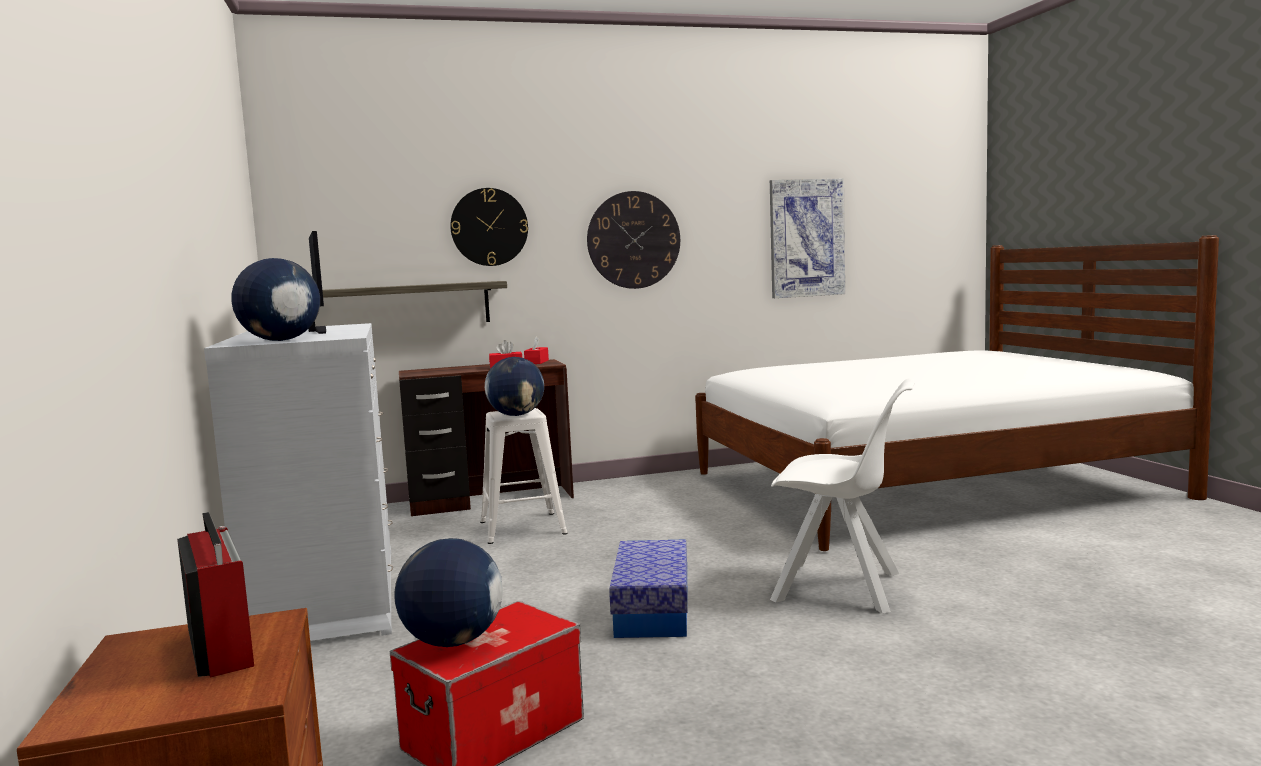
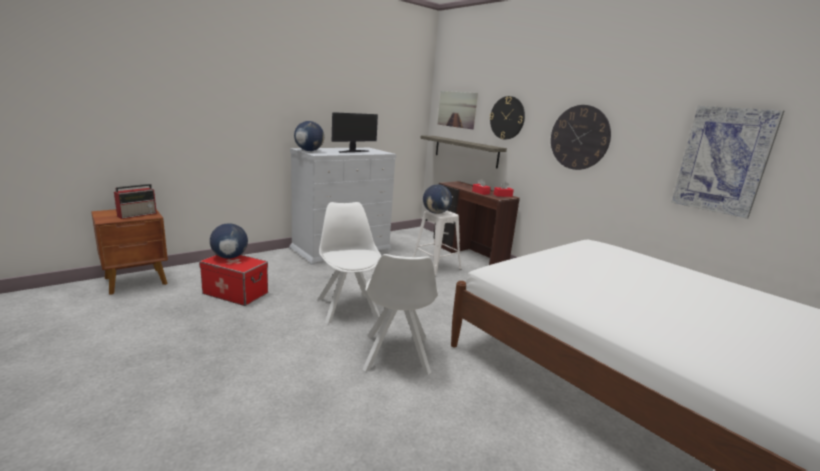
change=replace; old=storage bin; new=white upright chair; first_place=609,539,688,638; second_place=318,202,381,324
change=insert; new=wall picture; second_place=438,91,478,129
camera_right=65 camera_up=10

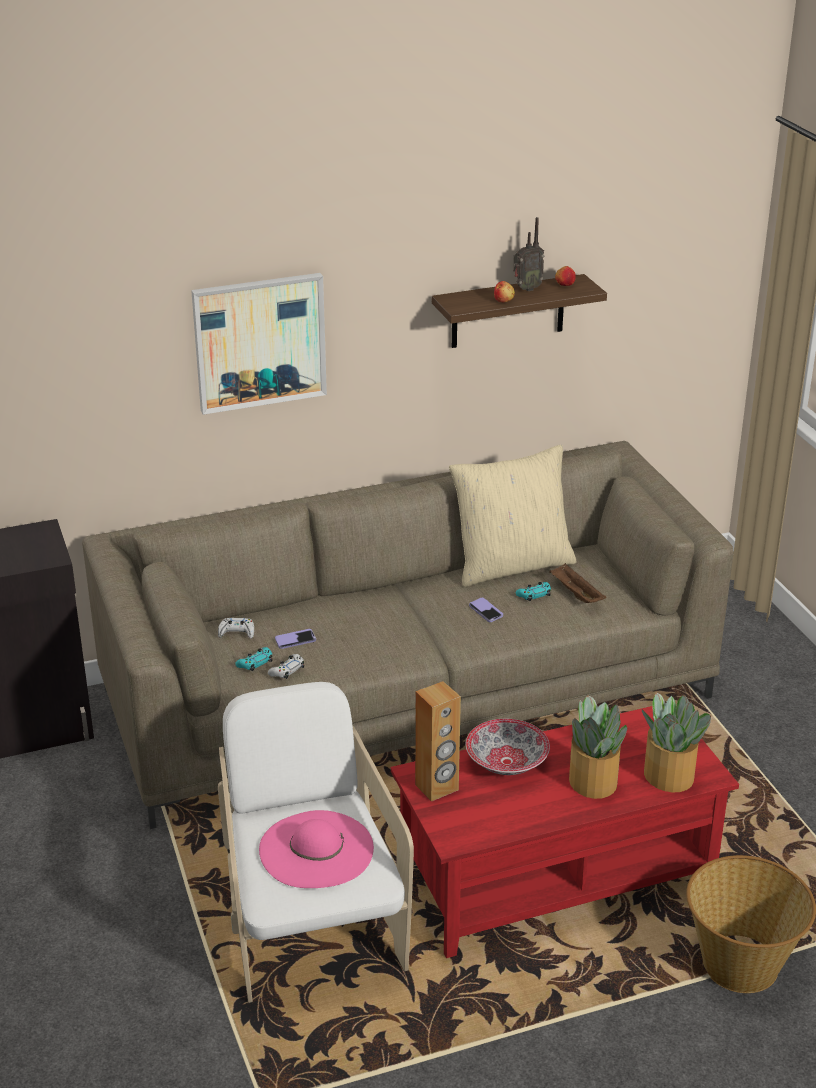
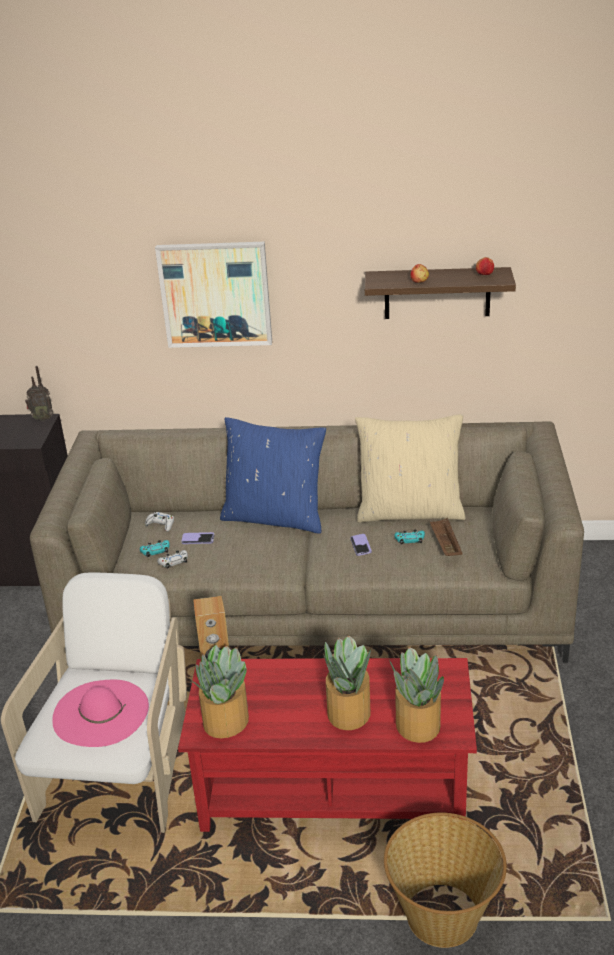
change=move; old=radio set; first_place=513,217,544,291; second_place=25,366,53,421
change=delete; old=deep dish; first_place=466,719,550,775
change=insert; new=blue-coloured cushion; second_place=220,417,326,534
change=insert; new=plant in a pot; second_place=191,645,249,738
camera_right=25 camera_up=0

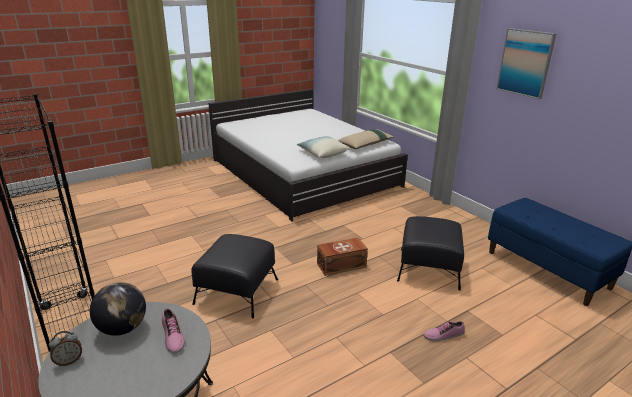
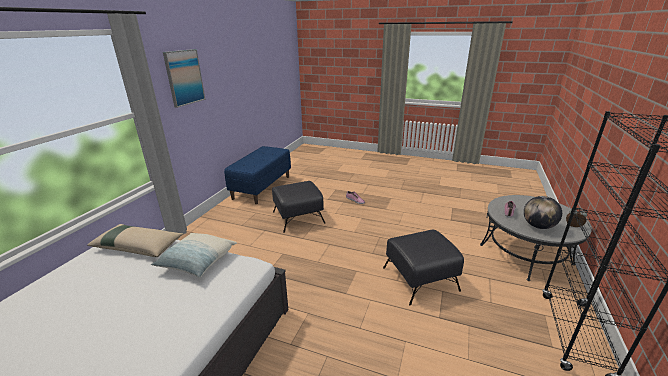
change=delete; old=brown storage bin; first_place=317,238,368,276
camera_right=-125 camera_up=0

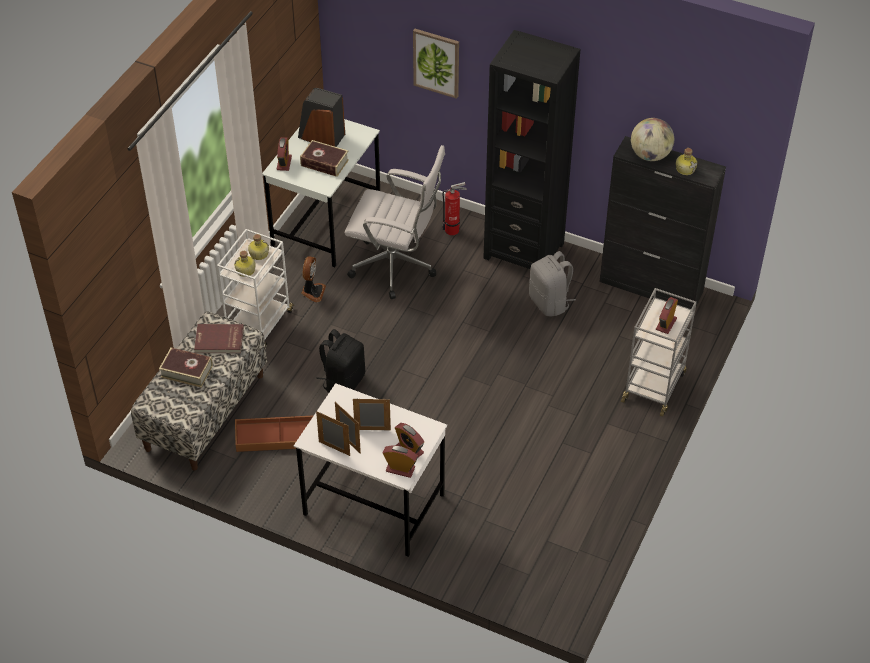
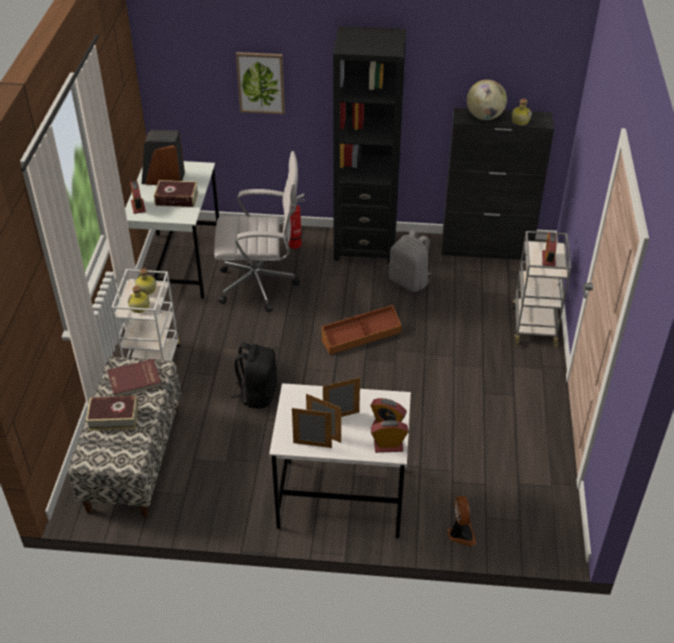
change=move; old=cooling fan; first_place=301,256,326,302; second_place=447,496,476,546
change=move; old=brown storage bin; first_place=235,415,314,452; second_place=321,305,402,355
camera_right=-20 camera_up=-5

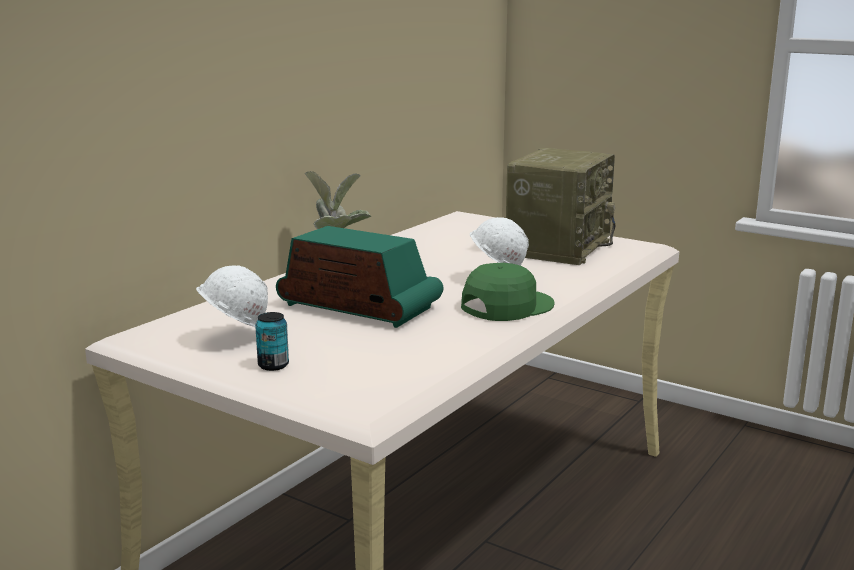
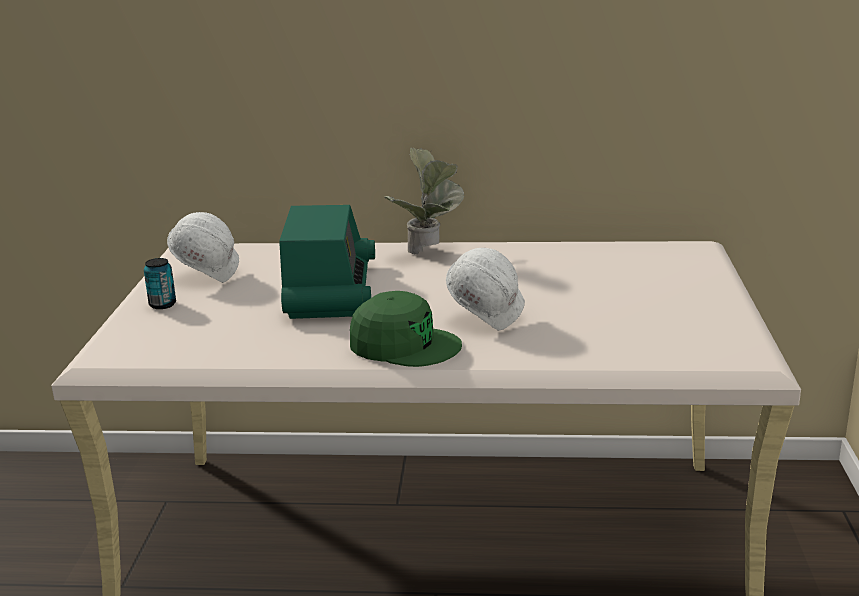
change=delete; old=radio set; first_place=506,148,615,265
camera_right=60 camera_up=5

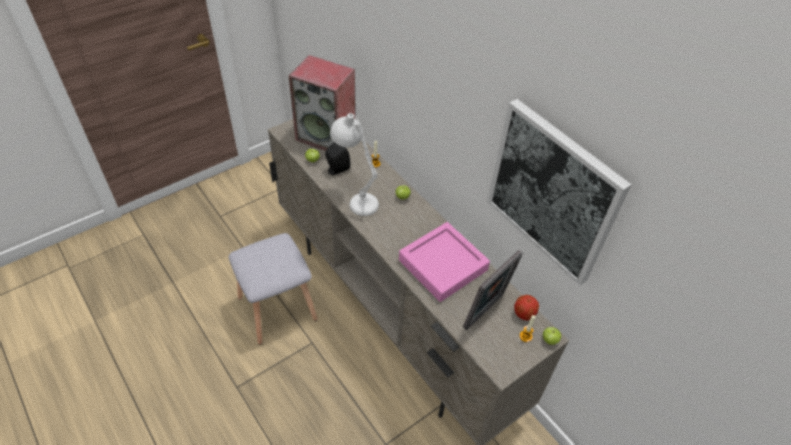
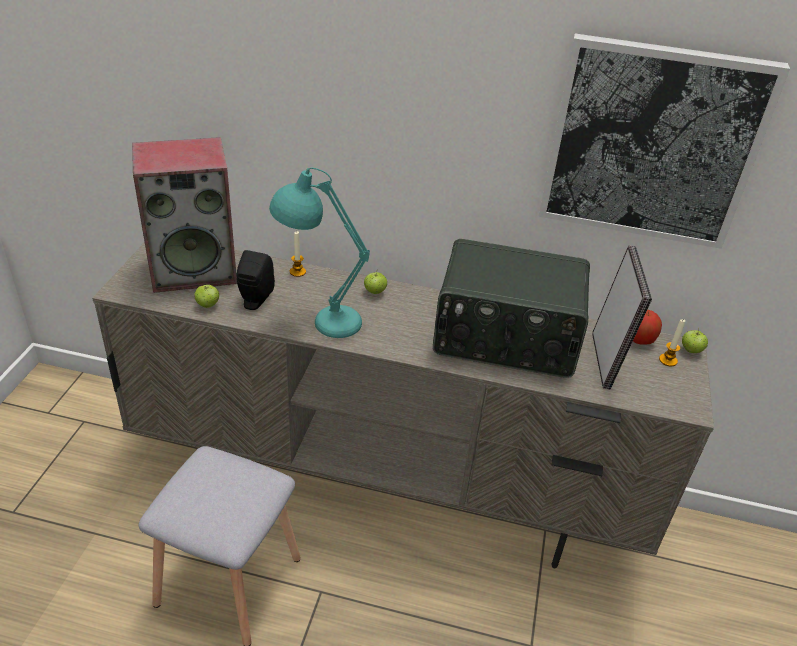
change=recolor; old=white tabletop lamp; new=turquoise tabletop lamp; first_place=330,113,379,216; second_place=269,168,370,338
change=replace; old=pinkish carrying tray; new=radio set; first_place=399,222,490,302; second_place=433,239,590,378
camera_right=-40 camera_up=-10

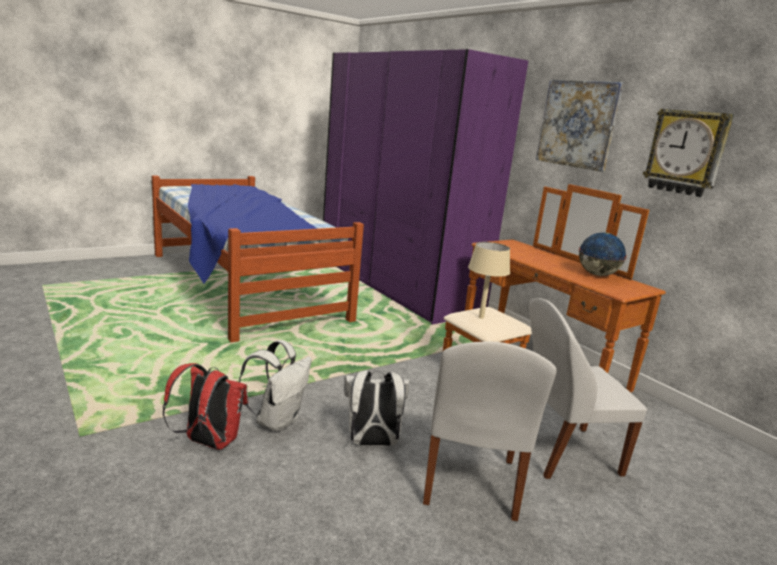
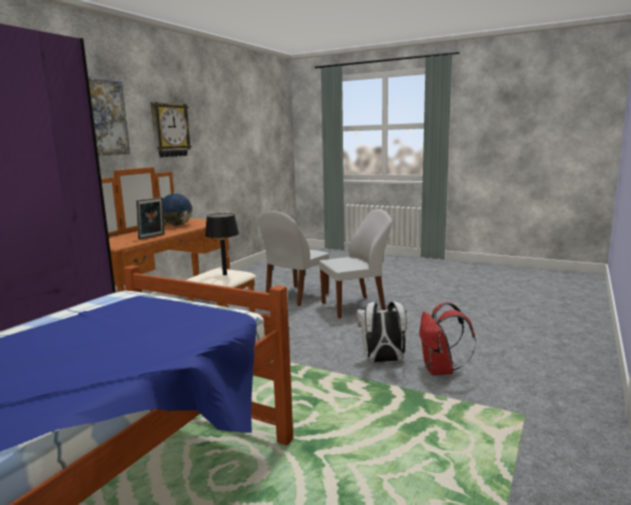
change=recolor; old=sand-coloured tabletop lamp; new=black tabletop lamp; first_place=468,242,510,319; second_place=205,213,239,275
change=rotate; old=white upright chair; first_place=529,298,647,479; second_place=257,211,329,306; degrees=75
change=delete; old=white knapsack; first_place=344,370,410,446
change=insert; new=photo frame; second_place=136,197,164,239
camera_right=-115 camera_up=-5

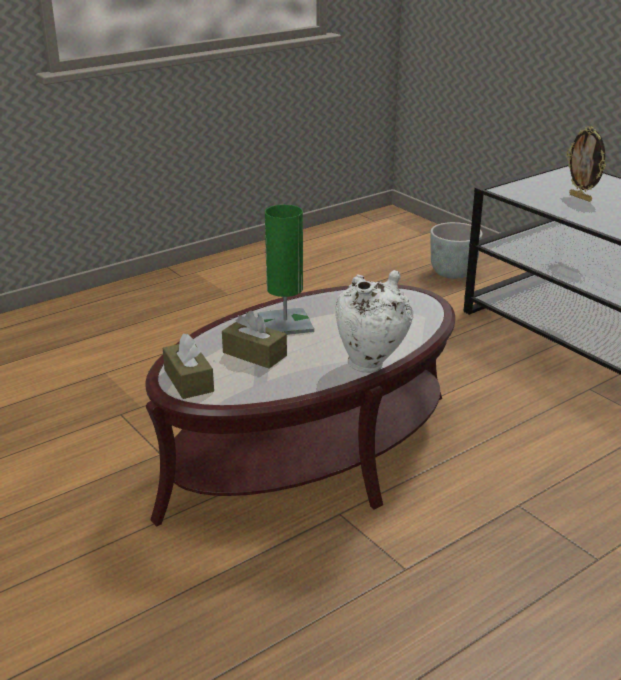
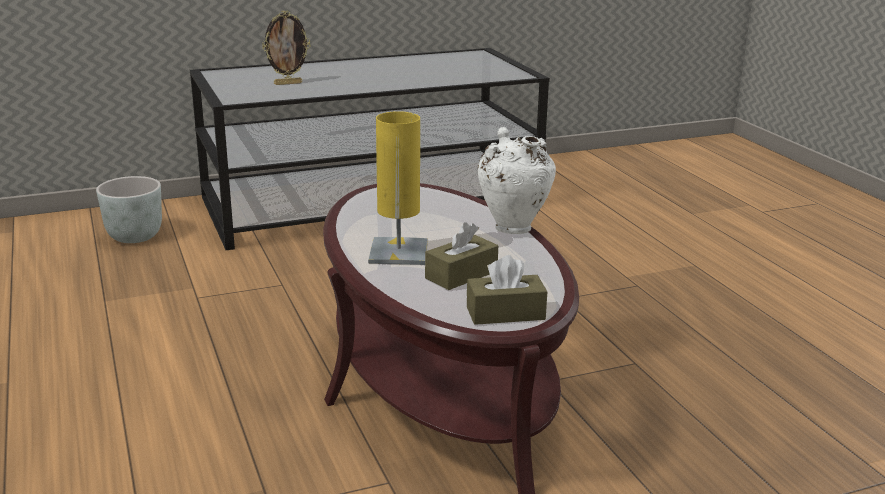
change=recolor; old=green-coloured tabletop lamp; new=yellow tabletop lamp; first_place=258,205,314,335; second_place=368,111,428,265
camera_right=-75 camera_up=-5

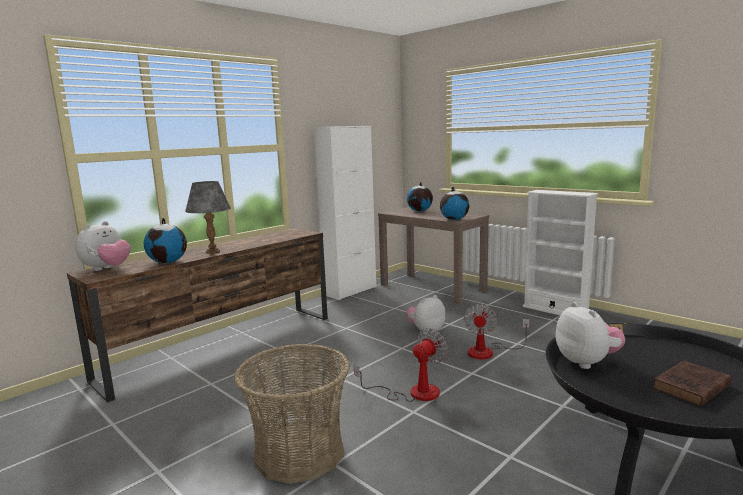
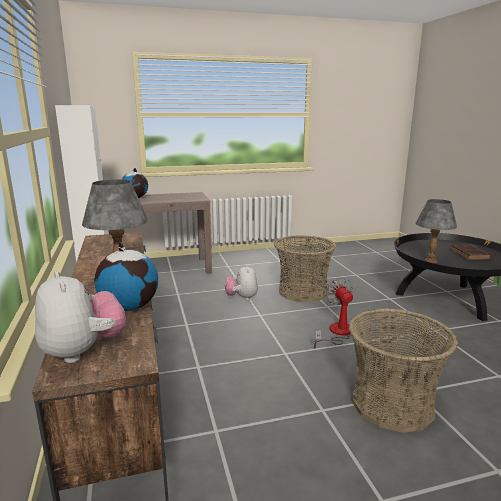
change=delete; old=world globe; first_place=440,187,469,220
change=delete; old=white shelving unit; first_place=523,190,598,315
change=replace; old=plush toy; new=grey tabletop lamp; first_place=555,302,625,369; second_place=416,199,457,263
change=replace; old=cooling fan; new=storage basket; first_place=464,304,530,359; second_place=274,235,336,302
camera_right=-60 camera_up=5

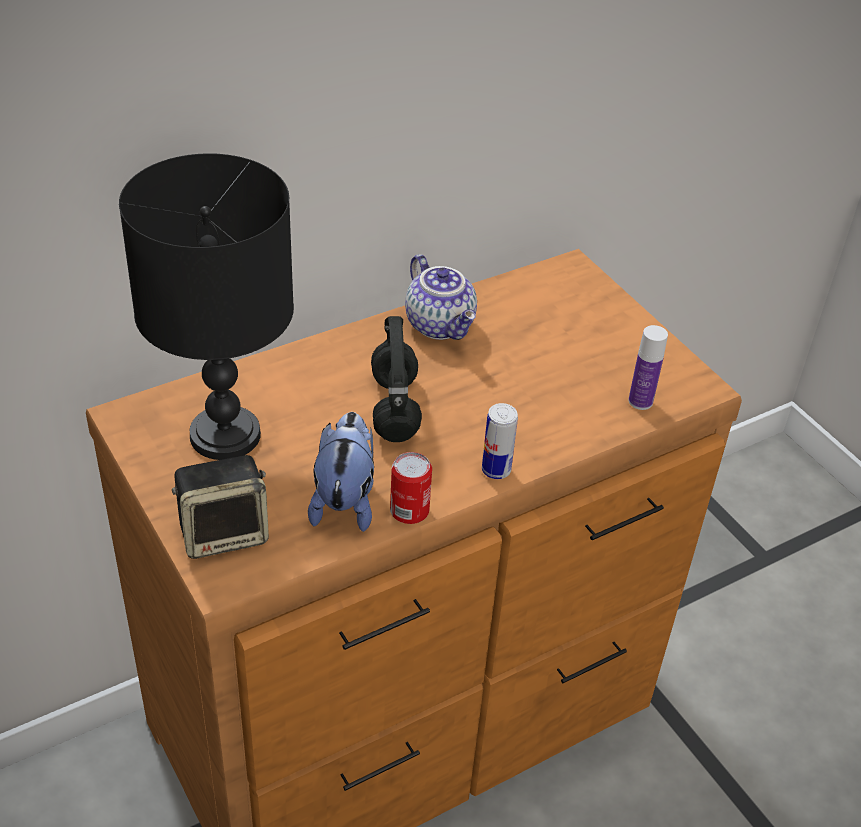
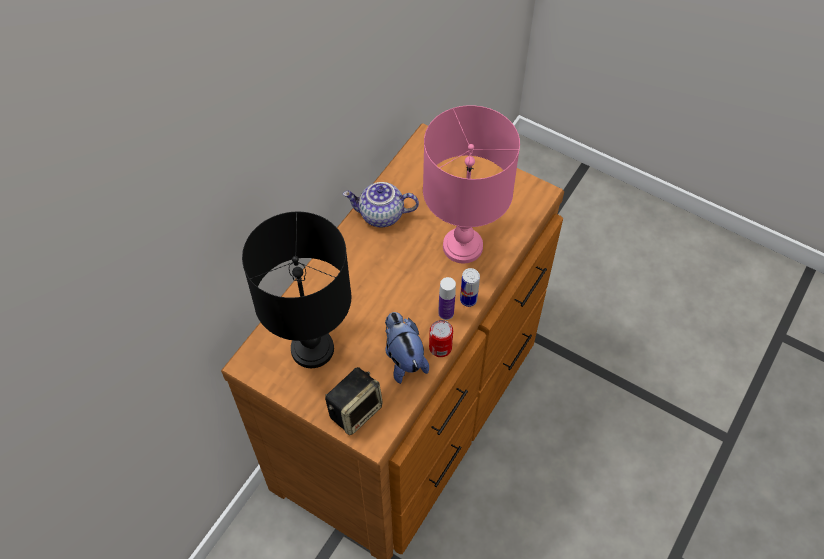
change=rotate; old=tea pot; first_place=405,254,477,340; second_place=343,182,419,227; degrees=150
change=delete; old=black pair of headphones; first_place=371,316,422,442
change=move; old=drink bottle; first_place=628,325,668,410; second_place=438,277,456,320
change=insert; new=pinkish tabletop lamp; second_place=423,105,520,263
camera_right=-25 camera_up=15

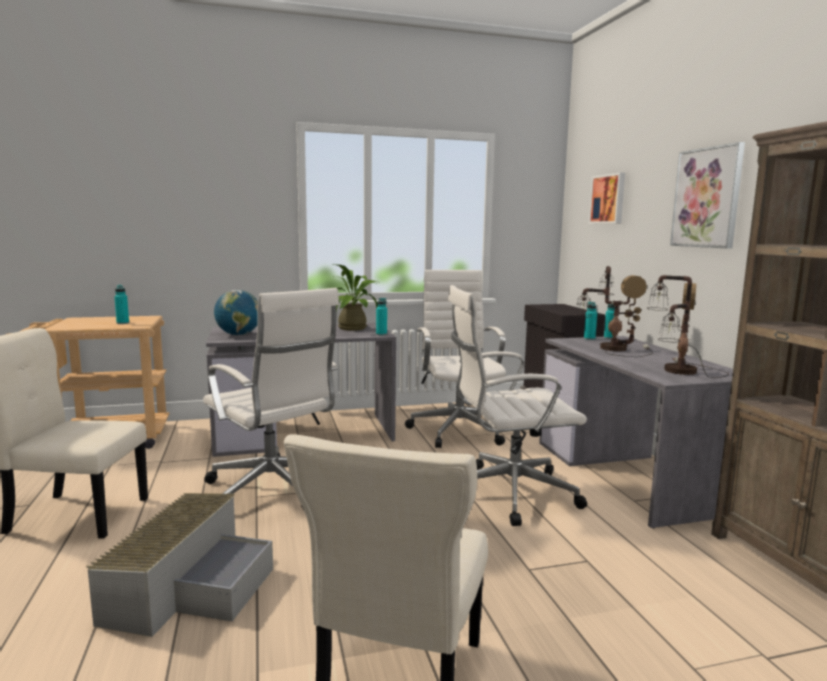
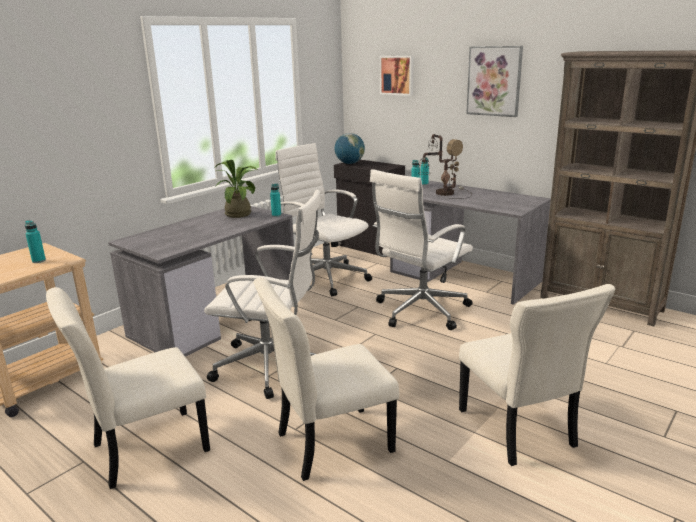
change=delete; old=tabletop lamp; first_place=647,275,729,378
change=move; old=world globe; first_place=214,290,258,335; second_place=335,133,365,164
change=replace; old=grey storage bin; new=sand-coloured upright chair; first_place=86,493,273,637; second_place=254,277,399,481
camera_right=-35 camera_up=10

